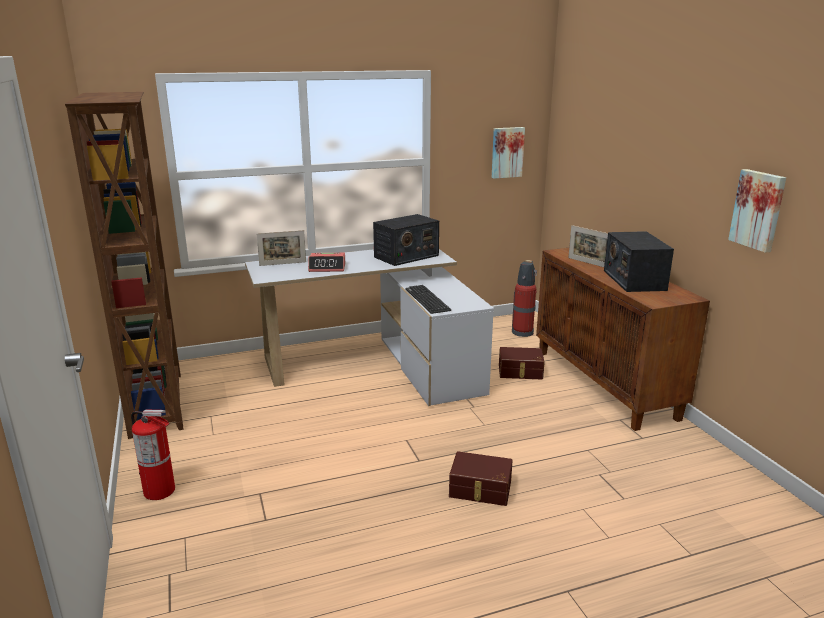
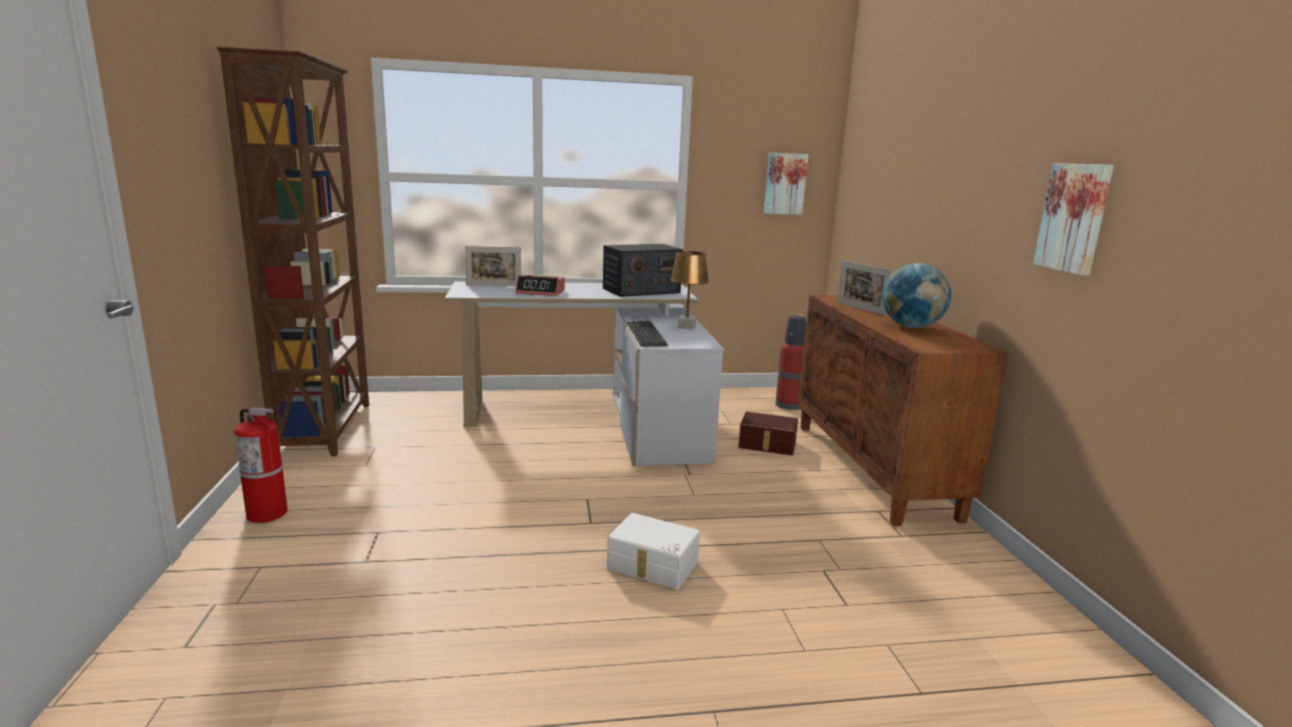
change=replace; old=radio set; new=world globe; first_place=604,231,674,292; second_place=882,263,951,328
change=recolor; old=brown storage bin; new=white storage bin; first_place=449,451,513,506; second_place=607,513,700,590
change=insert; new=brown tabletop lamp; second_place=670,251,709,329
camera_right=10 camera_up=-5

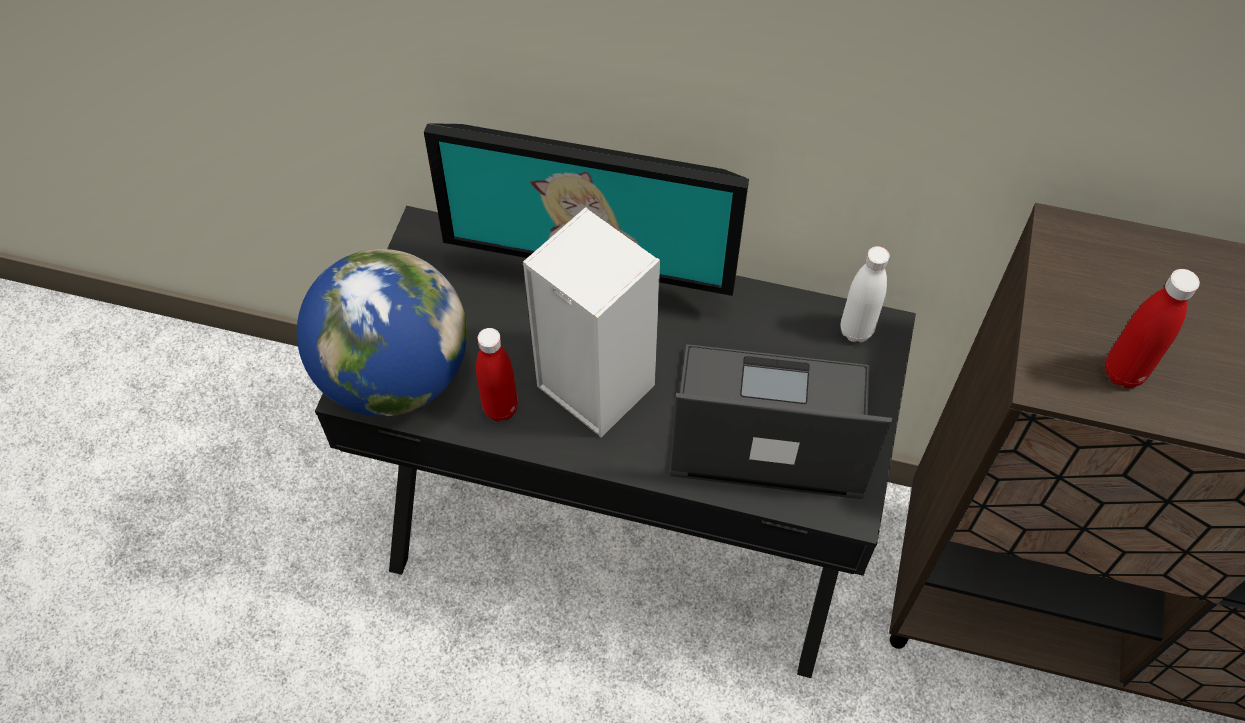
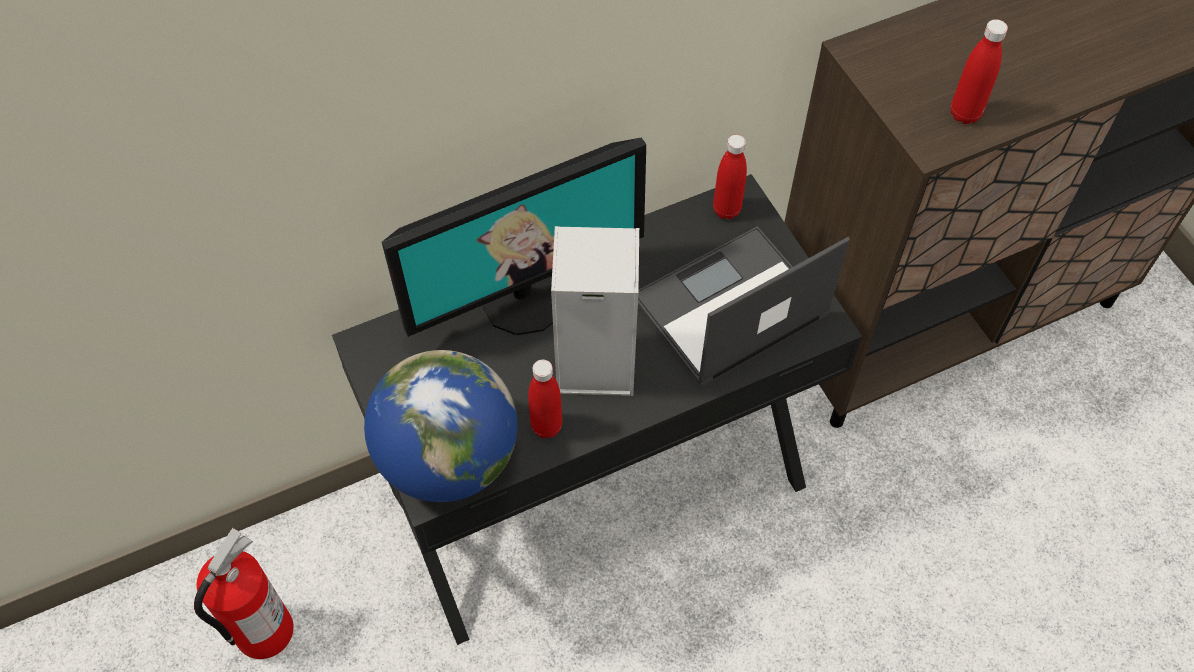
change=recolor; old=white drink bottle; new=reddish drink bottle; first_place=841,246,890,342; second_place=713,135,747,220
change=insert; new=fire-fighting cylinder; second_place=194,528,294,659
camera_right=-40 camera_up=0

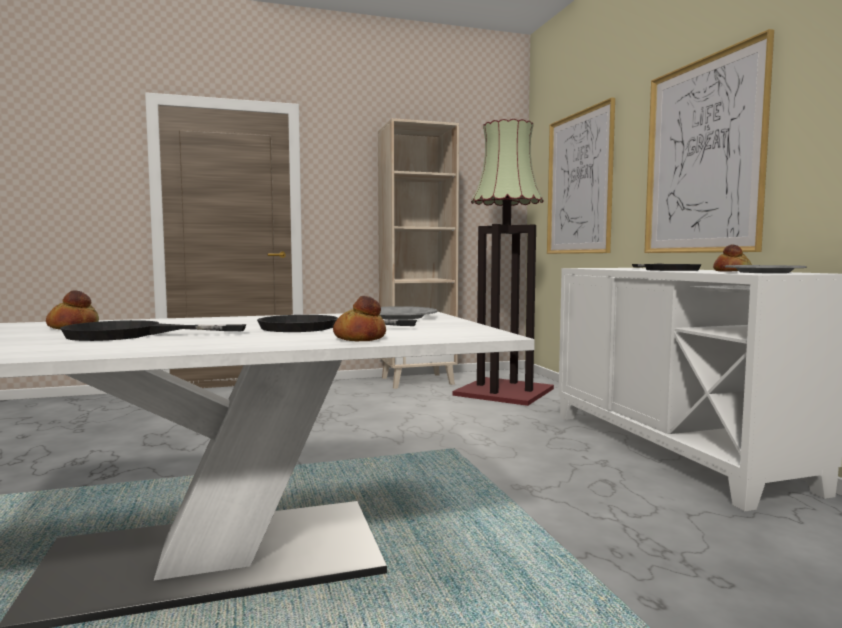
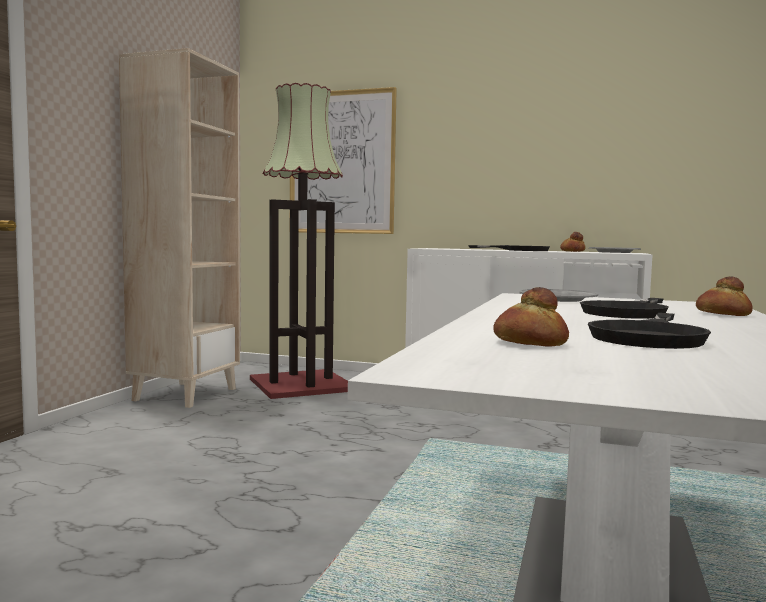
change=delete; old=wall picture; first_place=644,29,774,253
camera_right=-55 camera_up=0

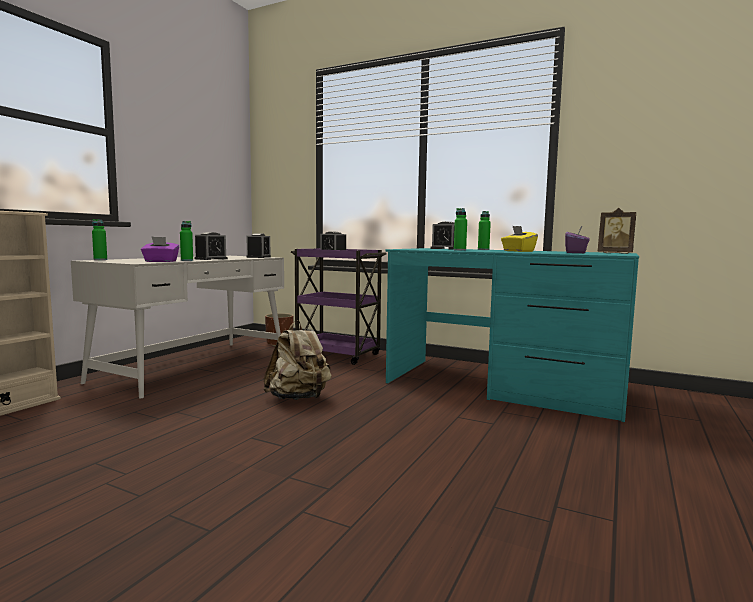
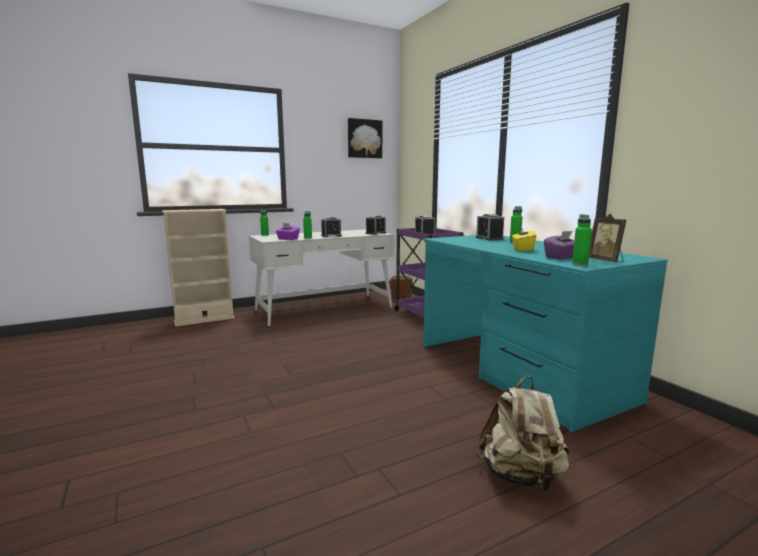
change=move; old=green-coloured drink bottle; first_place=454,208,467,251; second_place=572,214,592,266
change=move; old=sand-coloured knapsack; first_place=264,320,332,400; second_place=477,376,570,492
change=insert; new=wall picture; second_place=348,118,382,158
camera_right=35 camera_up=5

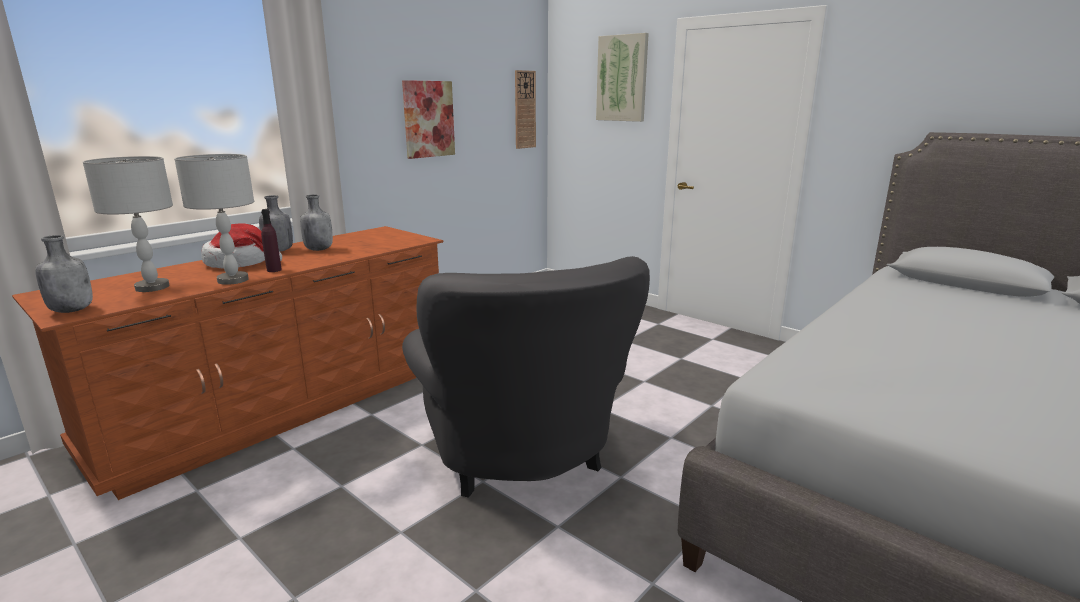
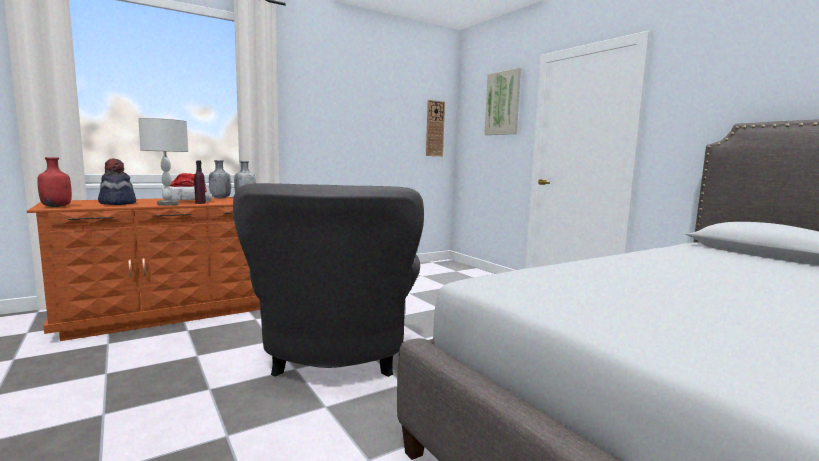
change=delete; old=wall picture; first_place=402,80,455,159
change=replace; old=grey tabletop lamp; new=clothing hat; first_place=83,156,173,292; second_place=98,159,136,205
change=recolor; old=grey drink bottle; new=reddish drink bottle; first_place=35,235,93,313; second_place=37,157,72,207
camera_right=15 camera_up=-10

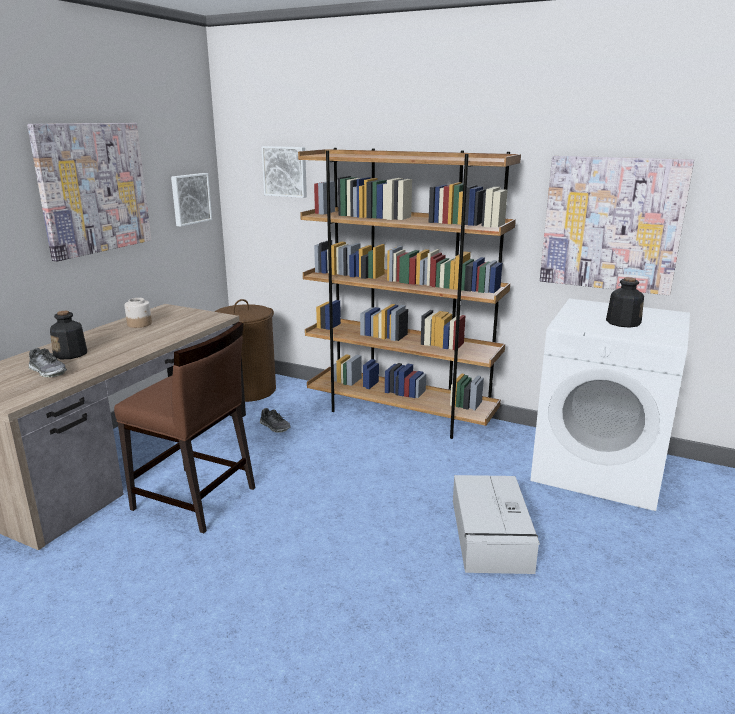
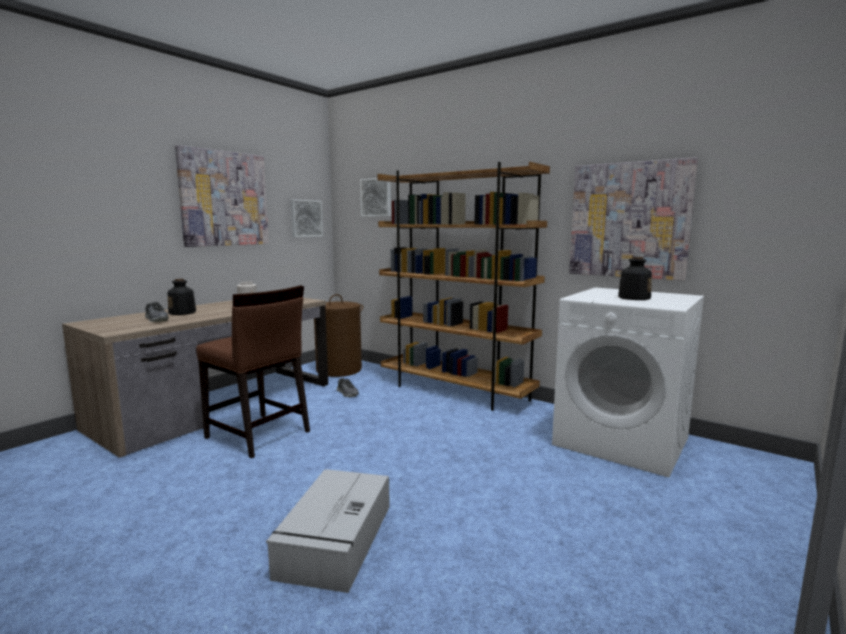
change=move; old=grey storage bin; first_place=453,475,540,574; second_place=266,469,390,593
camera_right=10 camera_up=-10

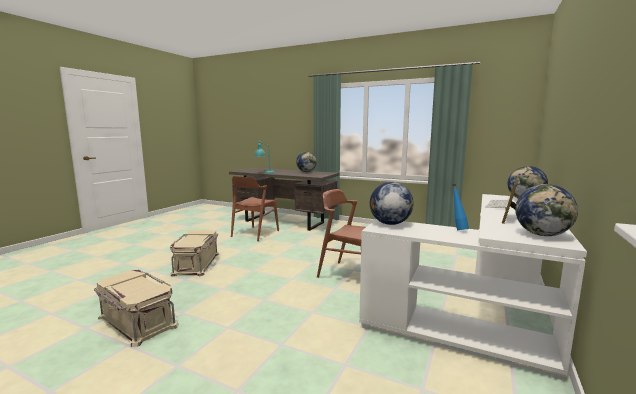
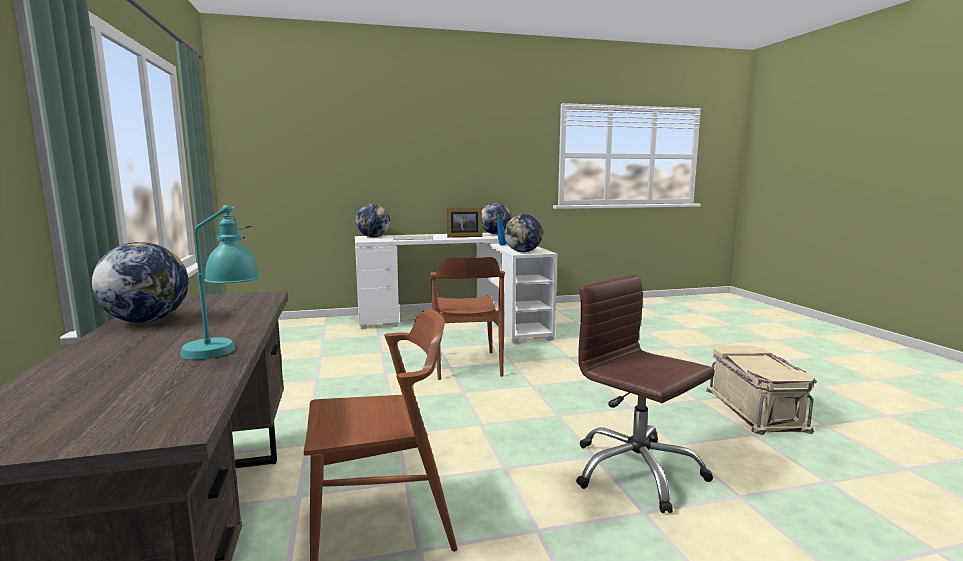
change=replace; old=sand-coloured storage bin; new=brown desk chair; first_place=170,230,219,277; second_place=576,275,715,513
camera_right=-130 camera_up=0

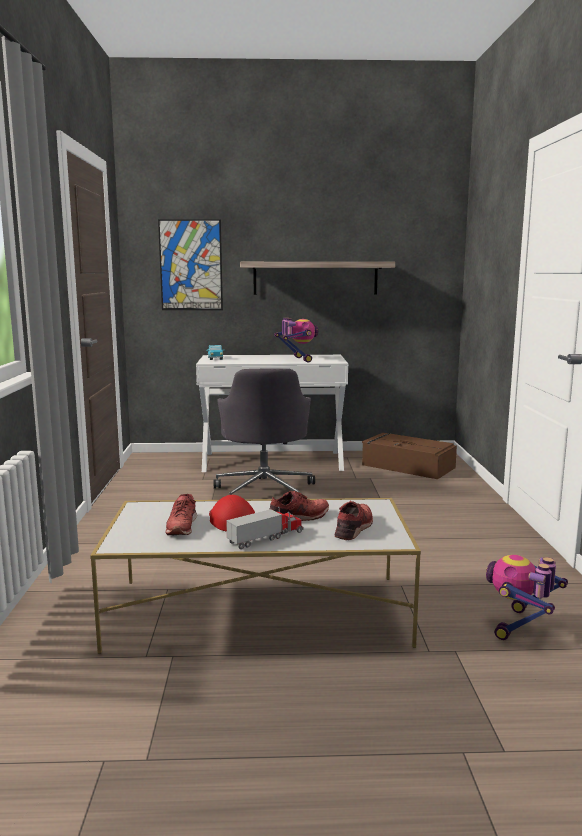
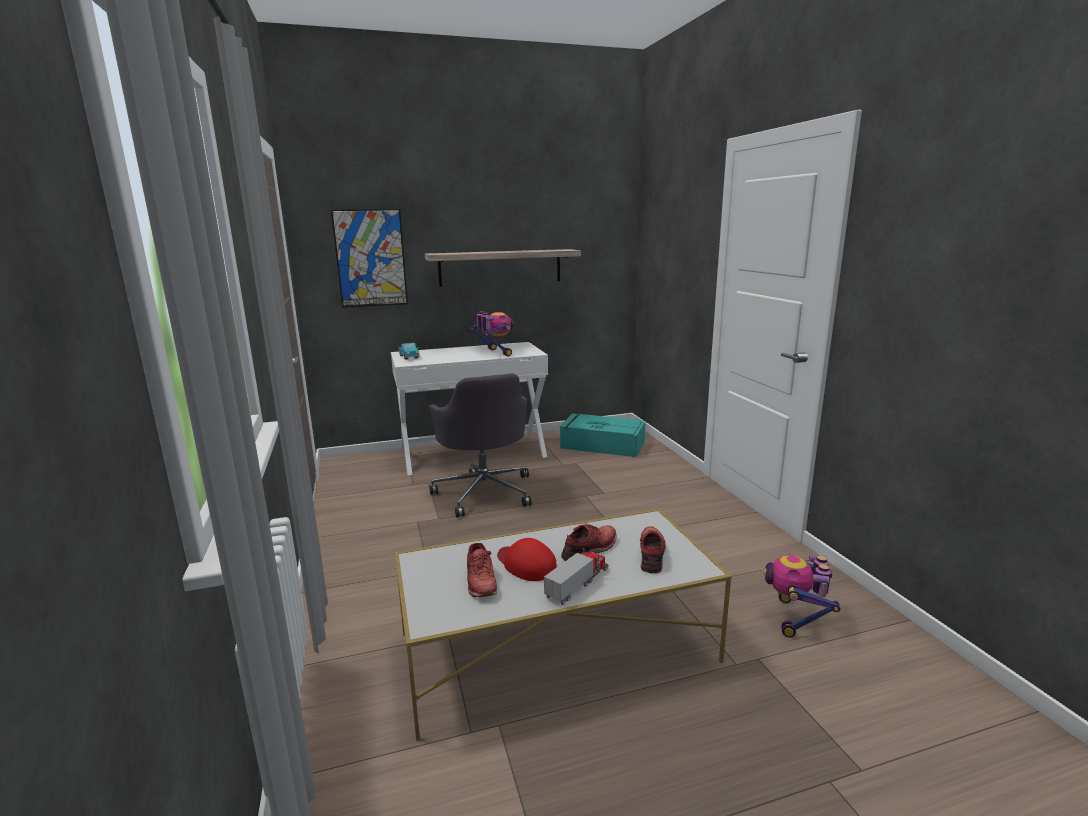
change=recolor; old=brown storage bin; new=turquoise storage bin; first_place=362,433,457,479; second_place=559,413,645,457
camera_right=-15 camera_up=5

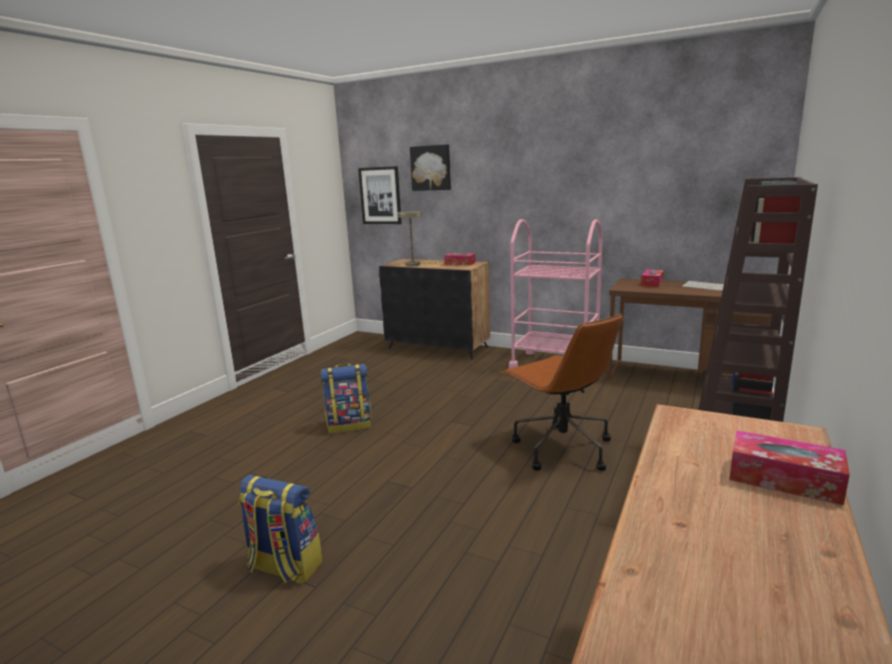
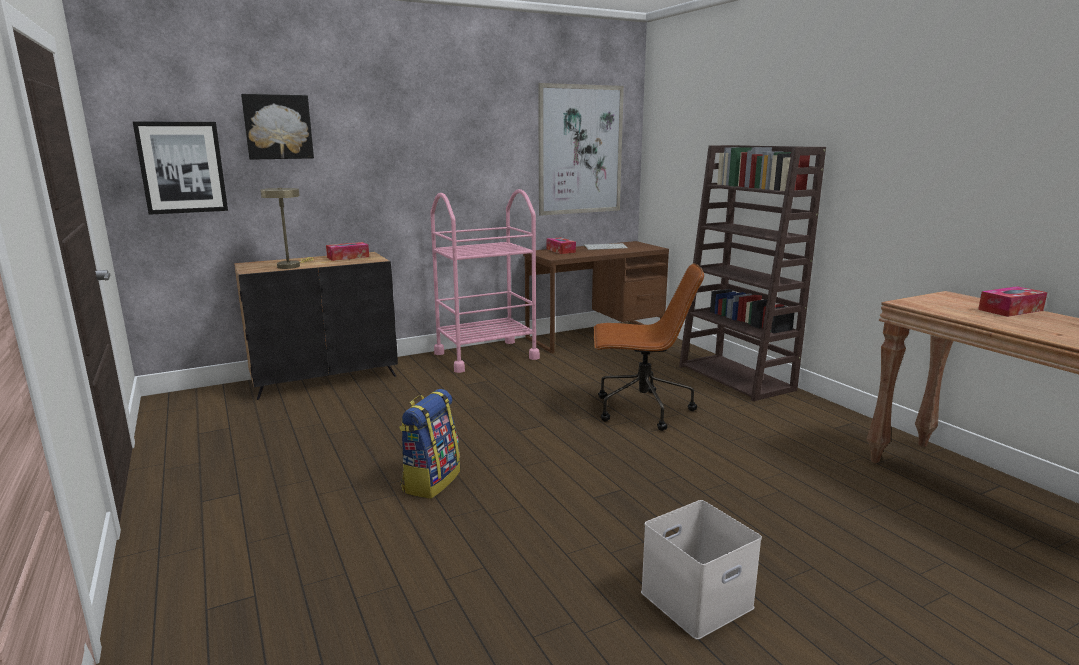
change=replace; old=knapsack; new=white storage bin; first_place=238,475,322,584; second_place=641,500,762,640
change=insert; new=wall picture; second_place=538,83,624,216
camera_right=-55 camera_up=0

